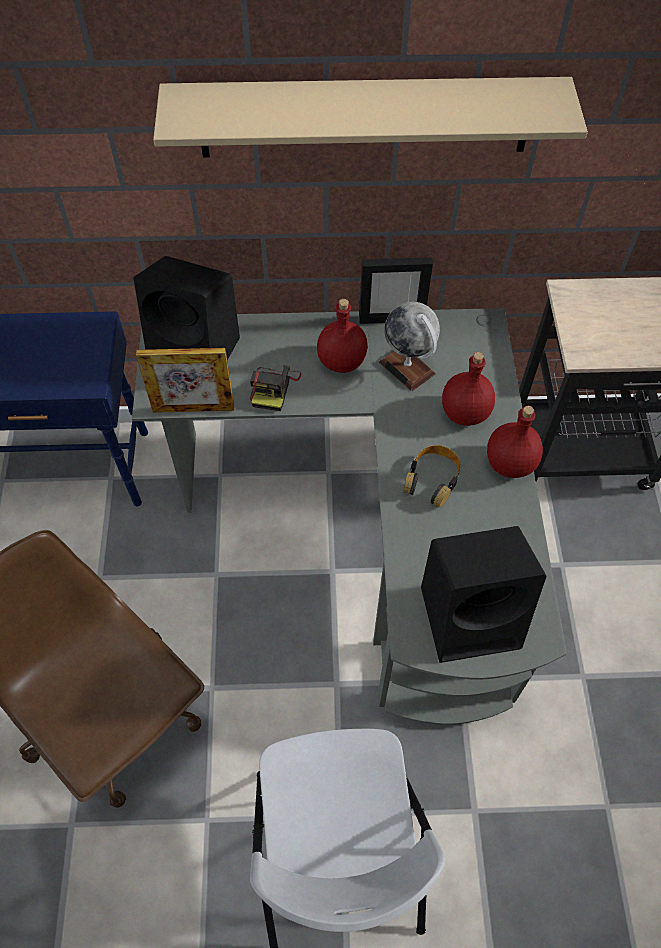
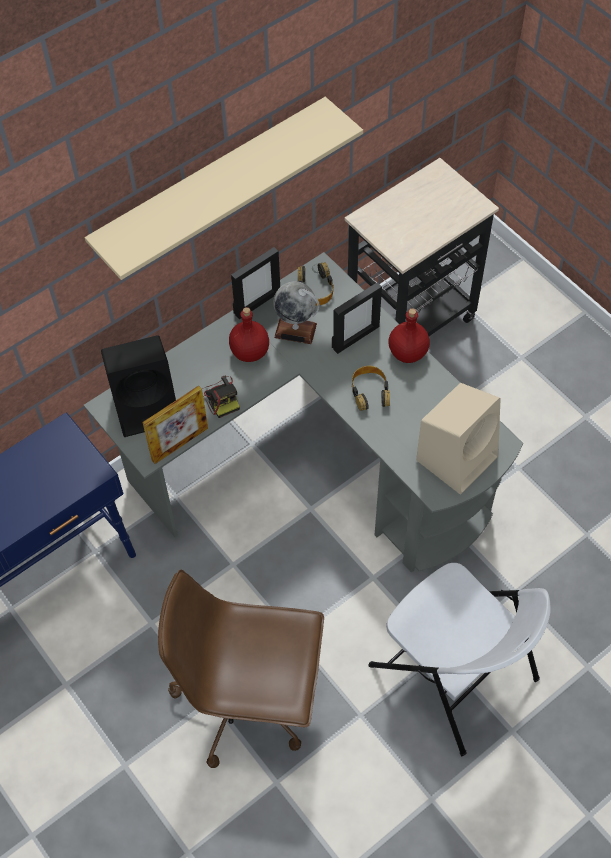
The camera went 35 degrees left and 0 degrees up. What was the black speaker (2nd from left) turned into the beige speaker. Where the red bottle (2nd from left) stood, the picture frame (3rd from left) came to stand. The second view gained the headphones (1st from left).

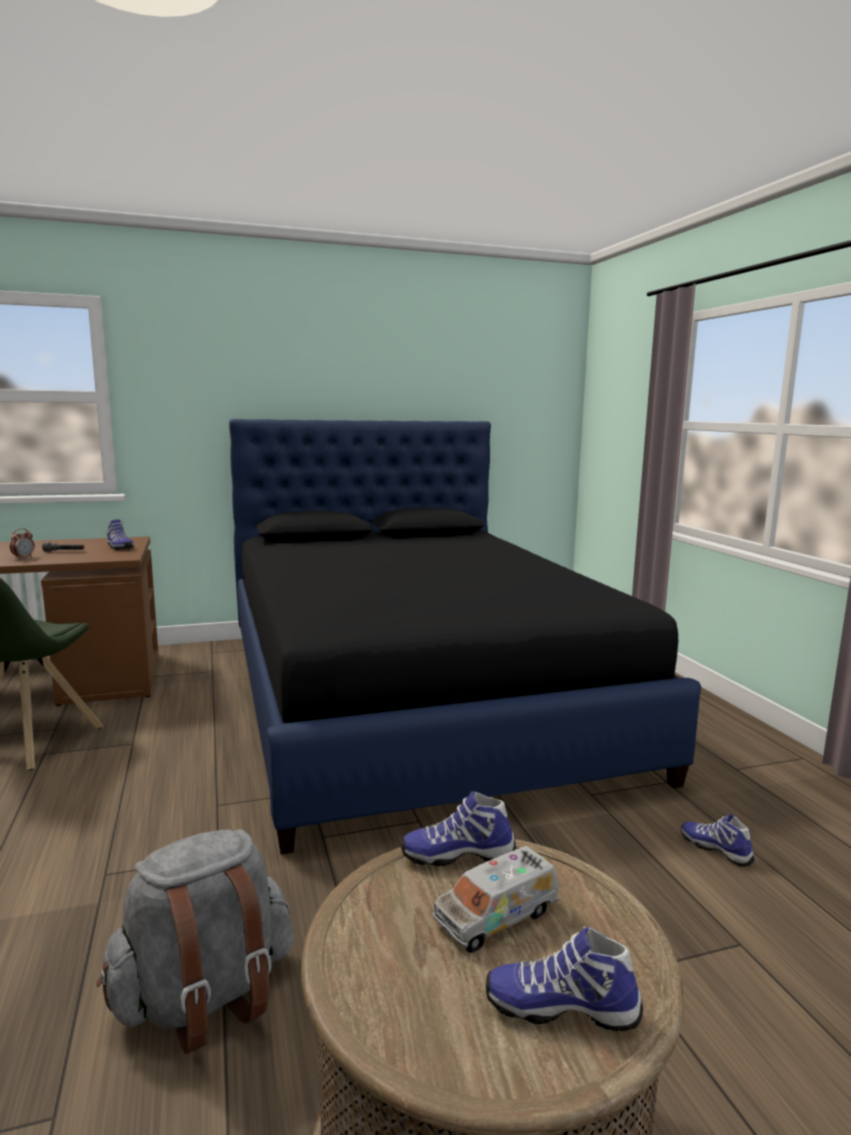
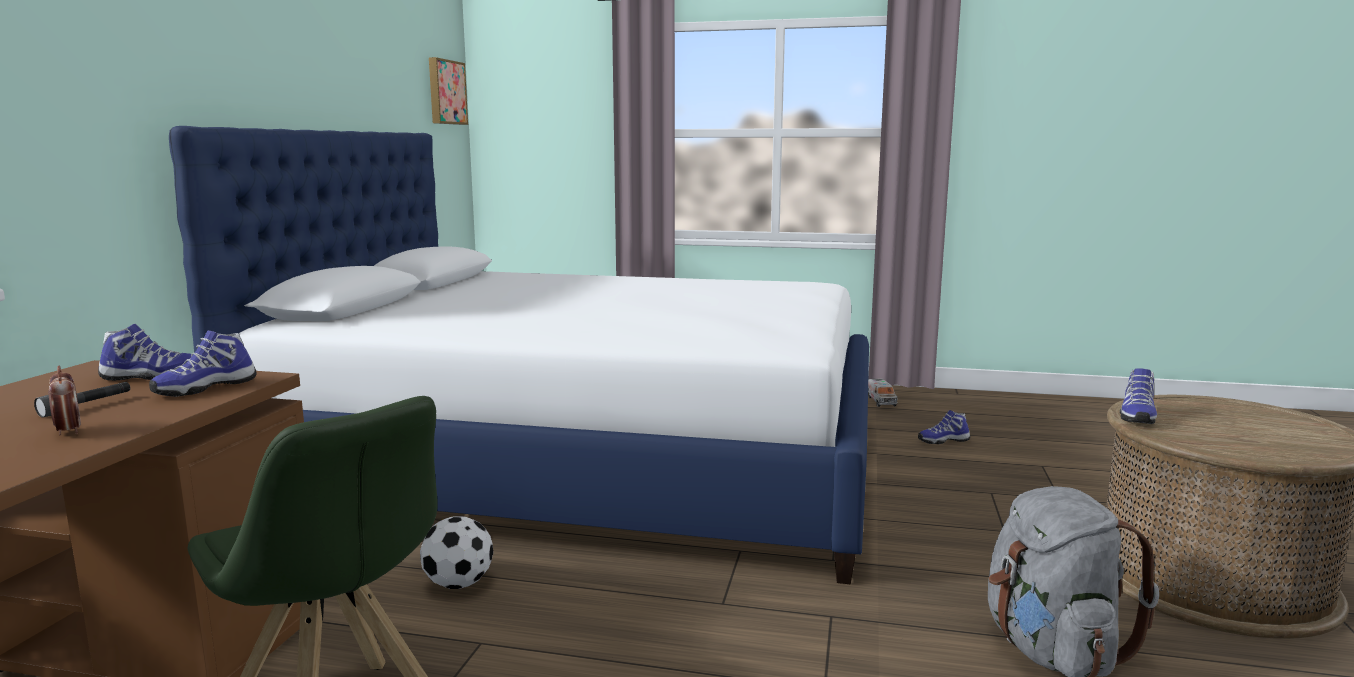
The camera went 60 degrees left and 0 degrees up. What was the black bed turned into the white bed. The toy truck ended up elsewhere. The shoe (3rd from left in the first image) ended up elsewhere. The second view gained the football. The second view gained the picture.

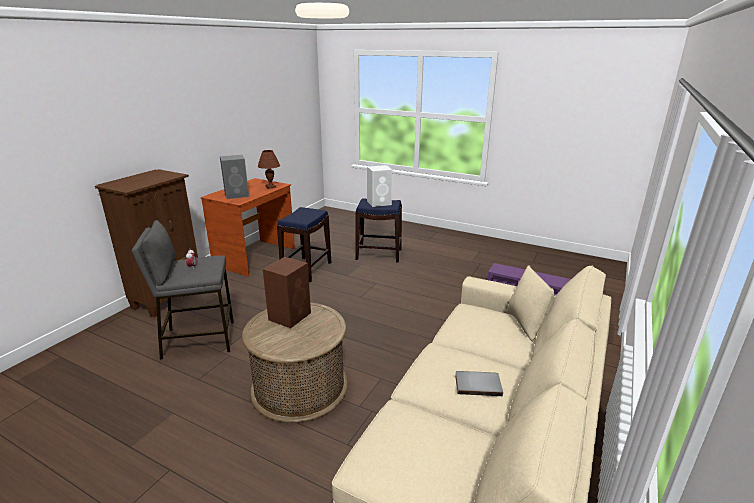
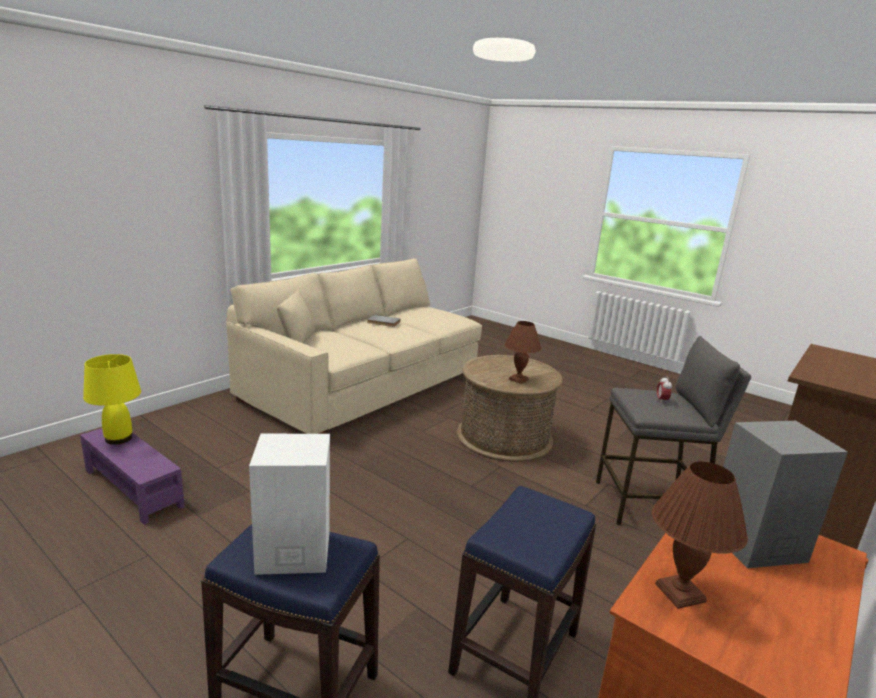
The camera went 170 degrees left and 5 degrees down. Where the brown speaker stood, the brown table lamp (1st from left) came to stand. The second view gained the yellow table lamp.

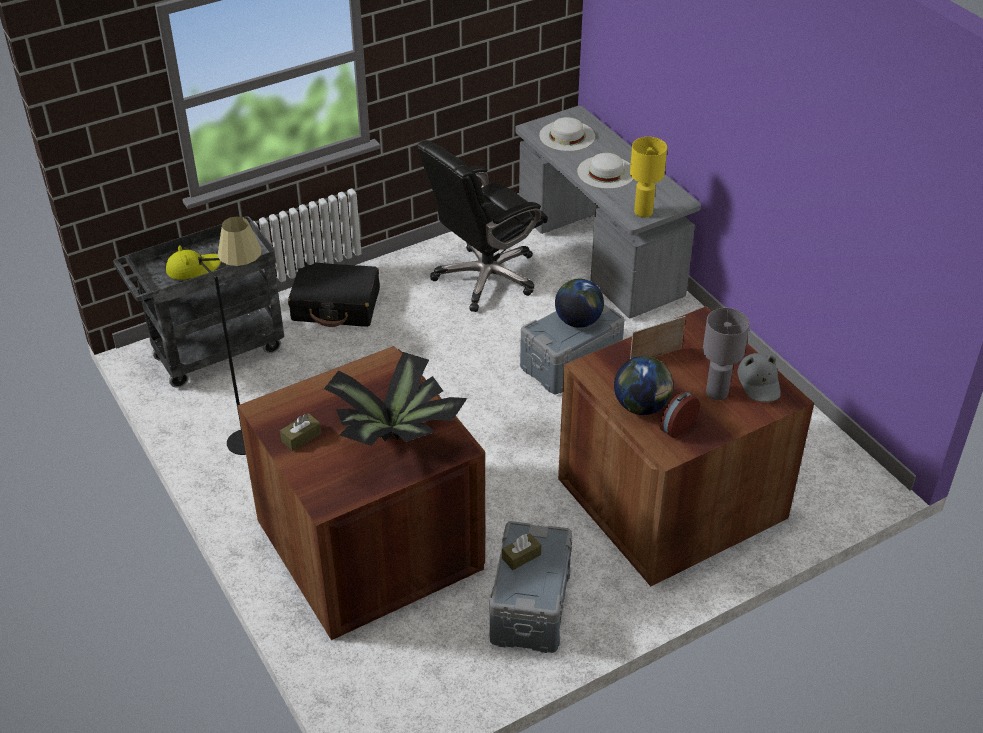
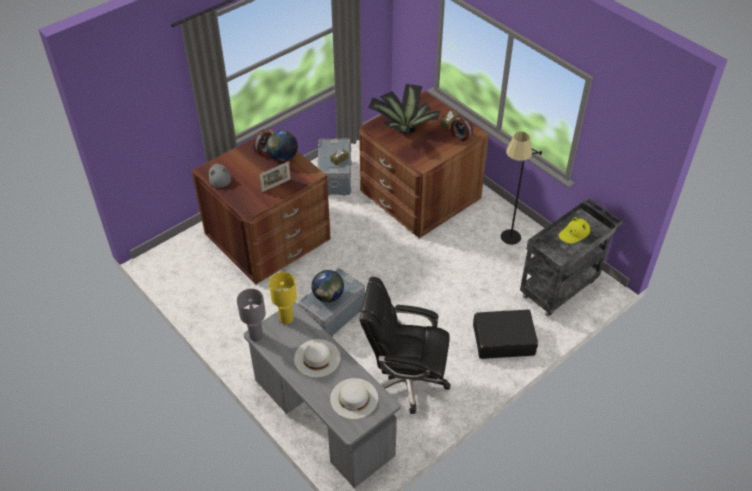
The camera went 170 degrees right and 5 degrees up. The black office chair ended up facing another way, 120 degrees counterclockwise from before. The grey table lamp ended up elsewhere. The second view gained the alarm clock (2nd from left).

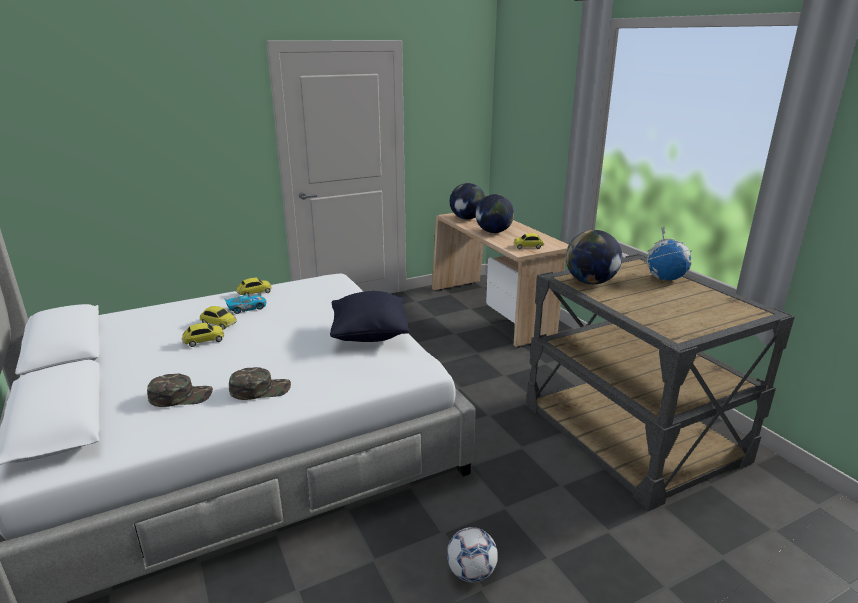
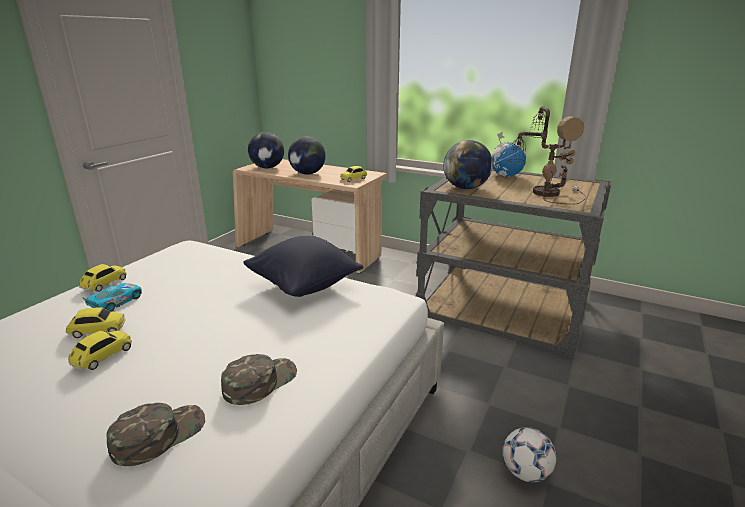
The camera went 35 degrees left and 0 degrees up. The second view gained the table lamp.

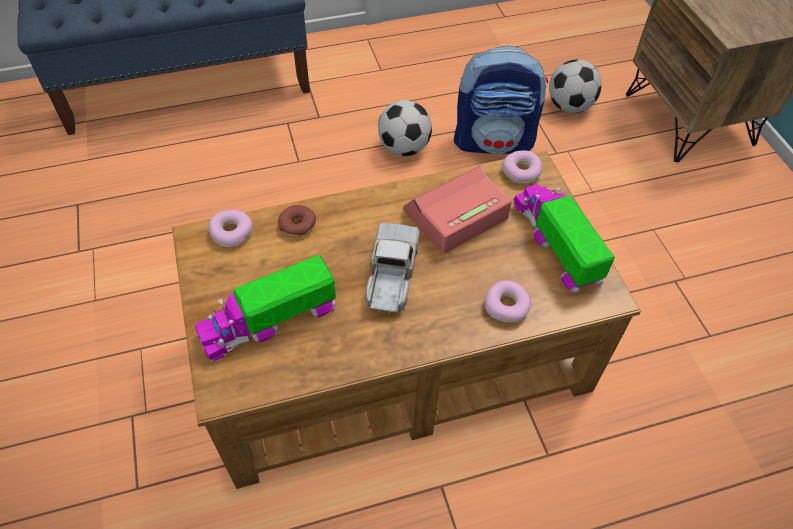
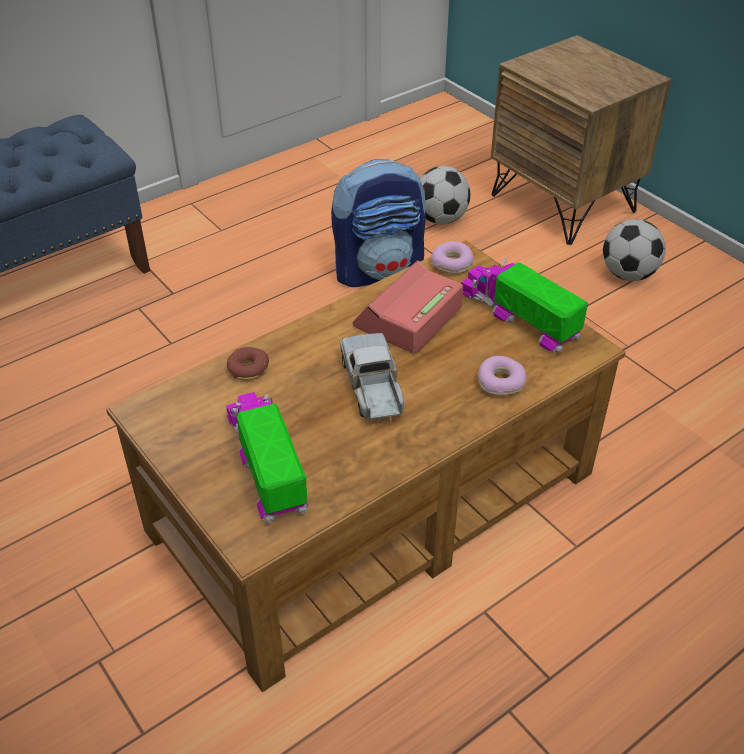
The camera went 20 degrees left and 10 degrees down. The toy truck (1st from left) ended up facing another way, 120 degrees clockwise from before. The second view lost the donut (1st from left). The football (1st from left in the first image) ended up elsewhere.

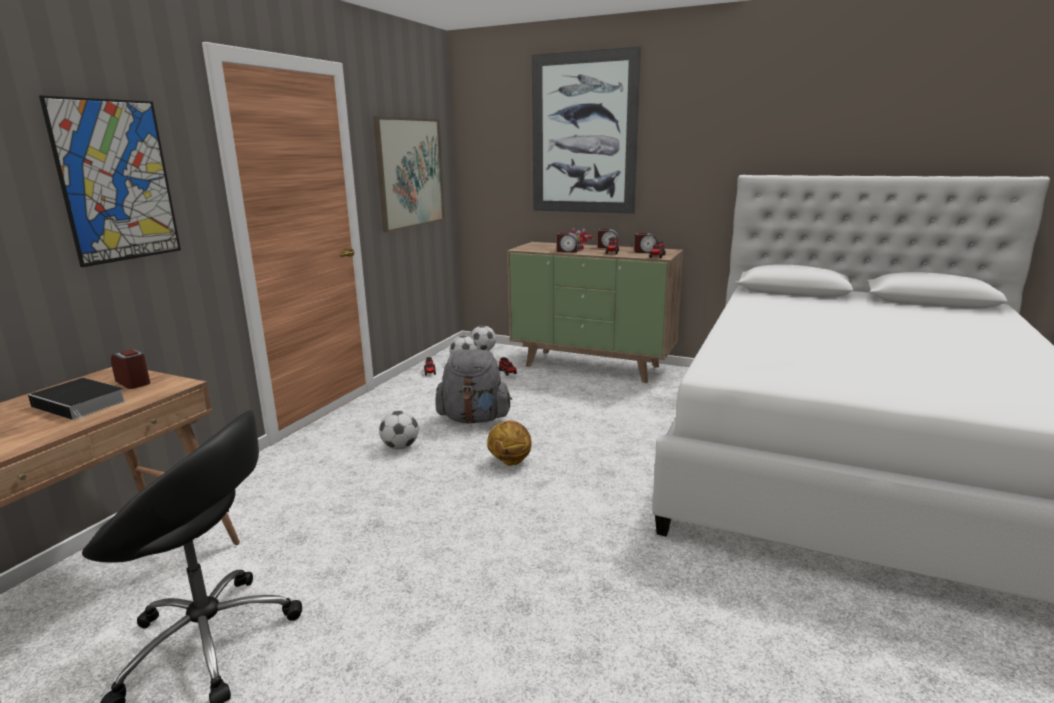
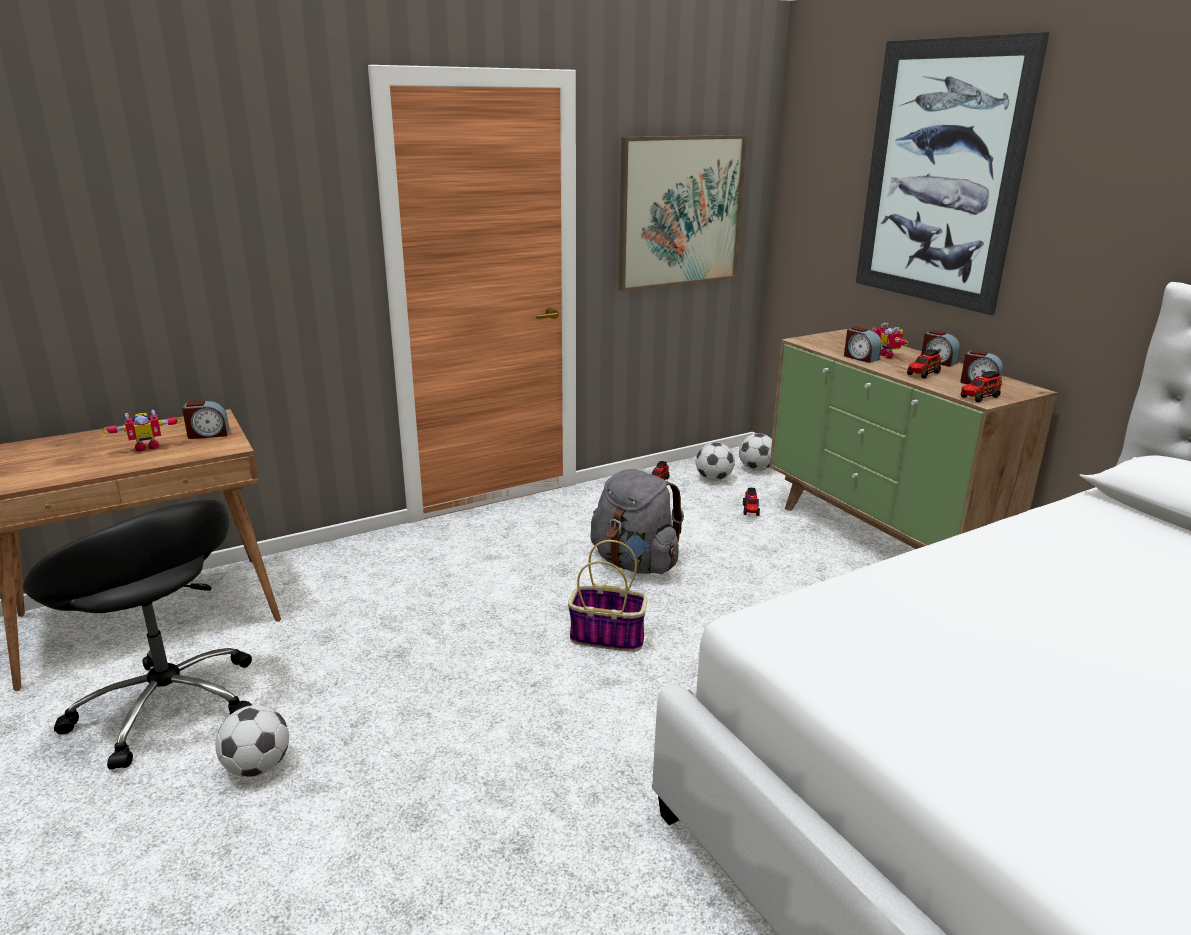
The camera went 35 degrees right and 5 degrees up. Where the book stood, the toy robot (1st from left) came to stand. The second view lost the picture (1st from left). The alarm clock (1st from left) ended up facing another way, 90 degrees clockwise from before. The football (1st from left) ended up elsewhere. Where the basketball stood, the basket came to stand.

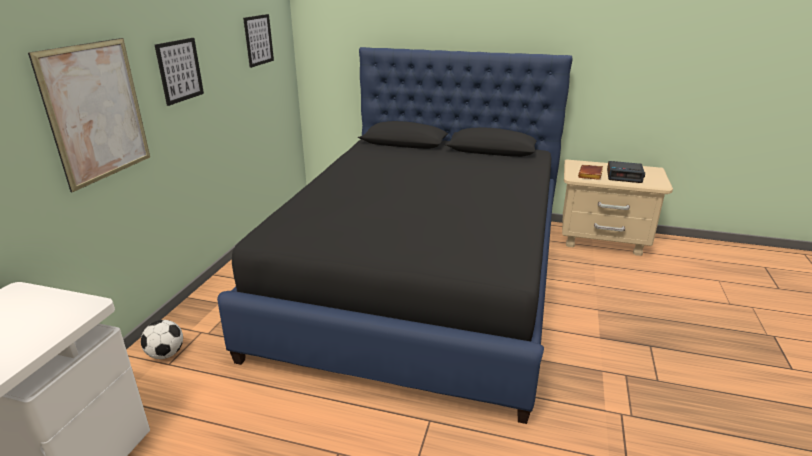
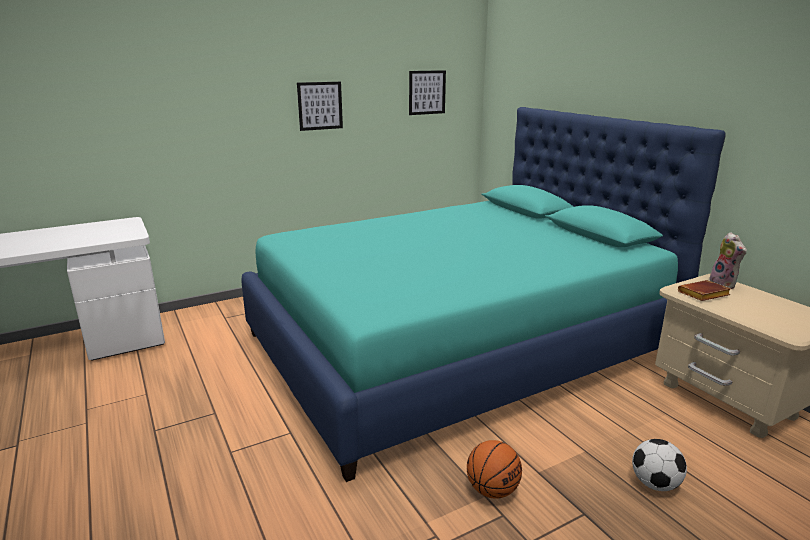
The camera went 45 degrees right and 5 degrees down. The second view lost the picture (1st from left). The football ended up elsewhere. What was the black bed turned into the turquoise bed. The second view lost the alarm clock. The second view gained the basketball. The second view gained the plush toy.

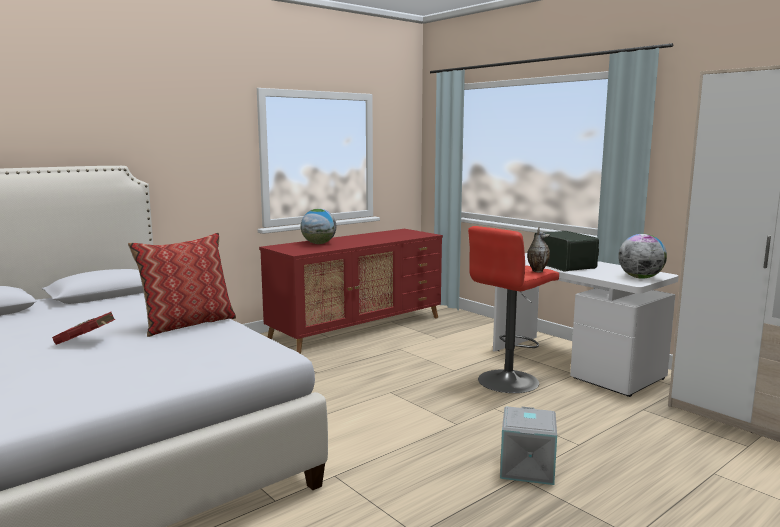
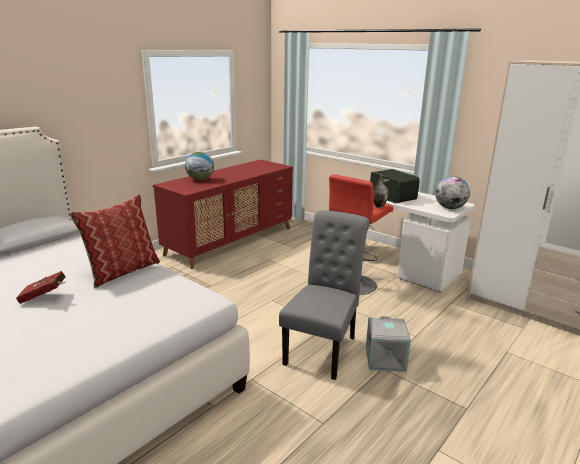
The camera went 10 degrees left and 10 degrees up. The second view gained the grey chair.

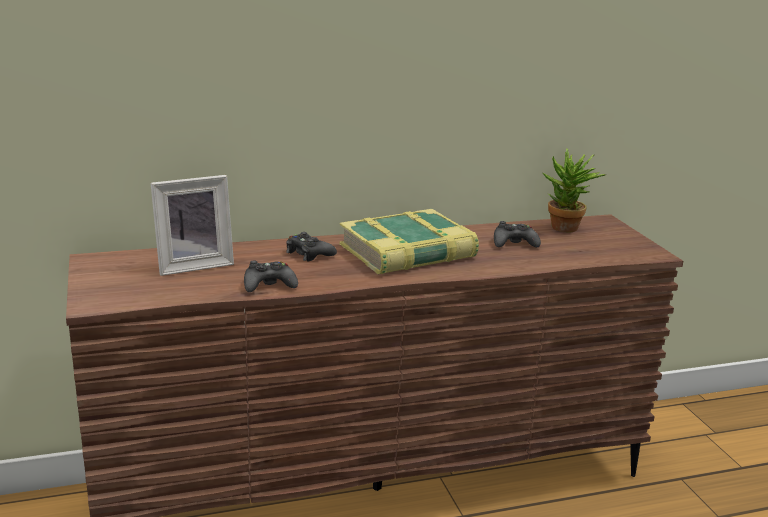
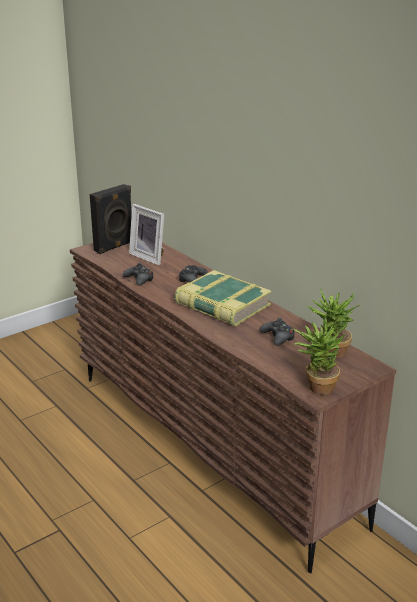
The camera went 70 degrees right and 5 degrees up. The second view gained the black speaker. The second view gained the potted plant (1st from left).

